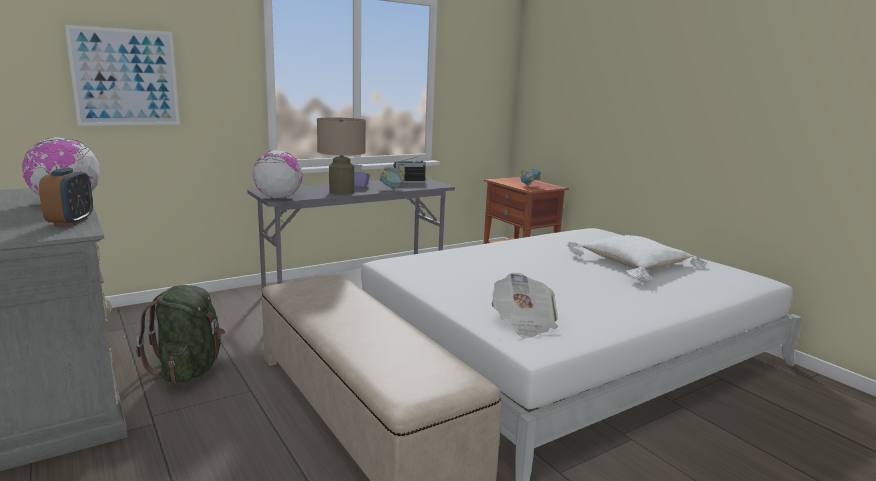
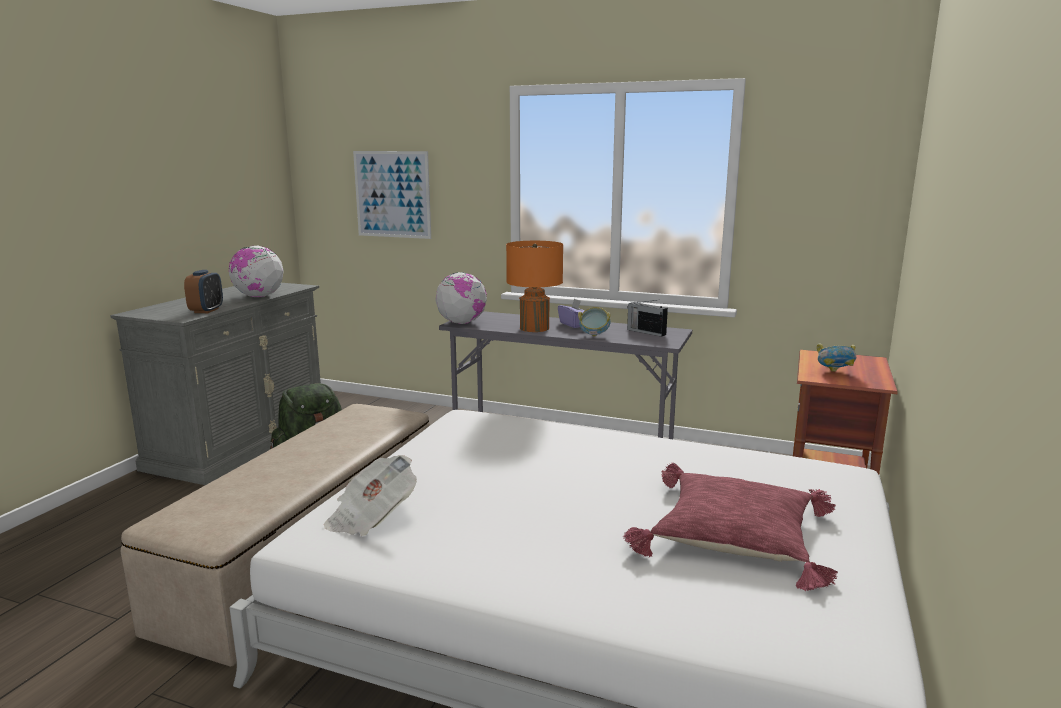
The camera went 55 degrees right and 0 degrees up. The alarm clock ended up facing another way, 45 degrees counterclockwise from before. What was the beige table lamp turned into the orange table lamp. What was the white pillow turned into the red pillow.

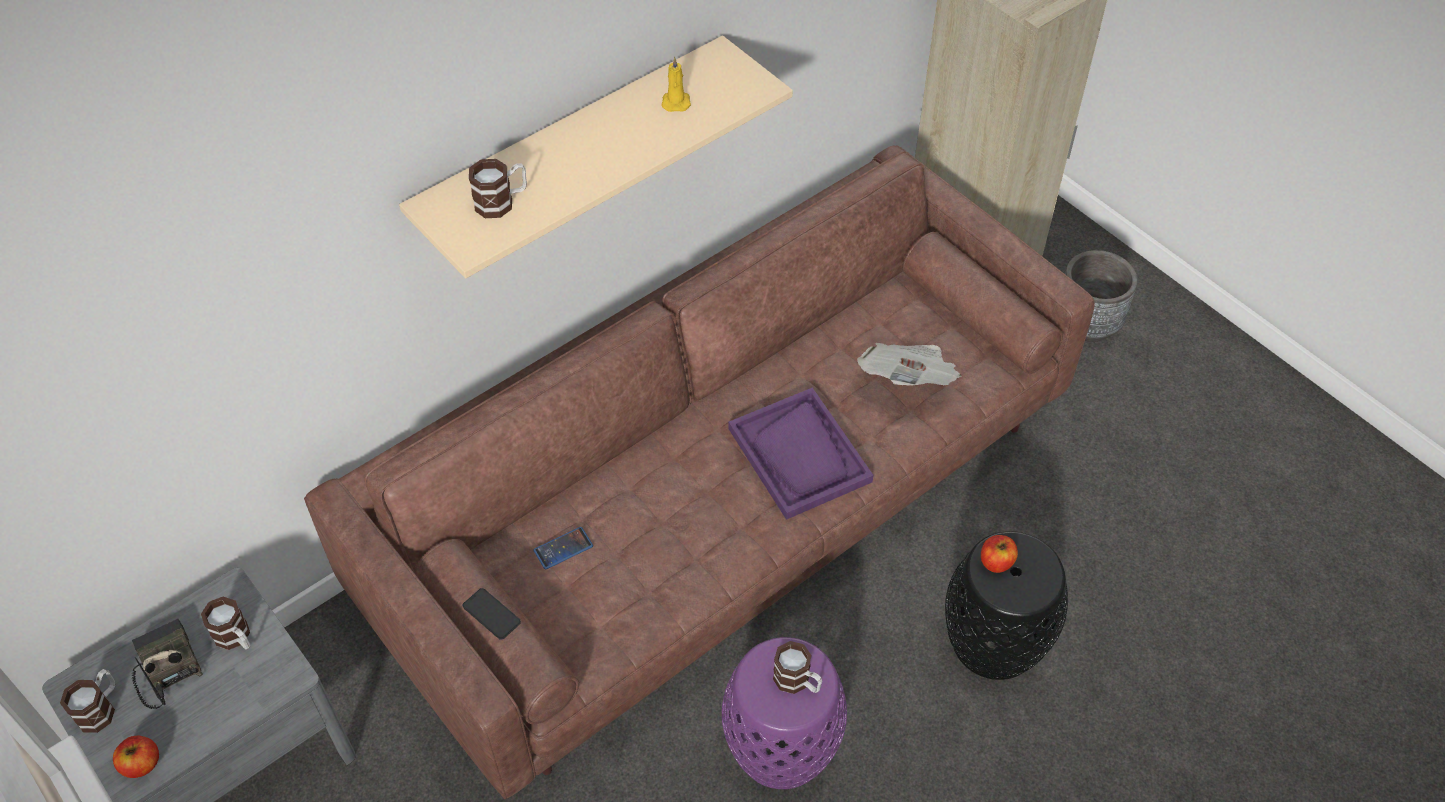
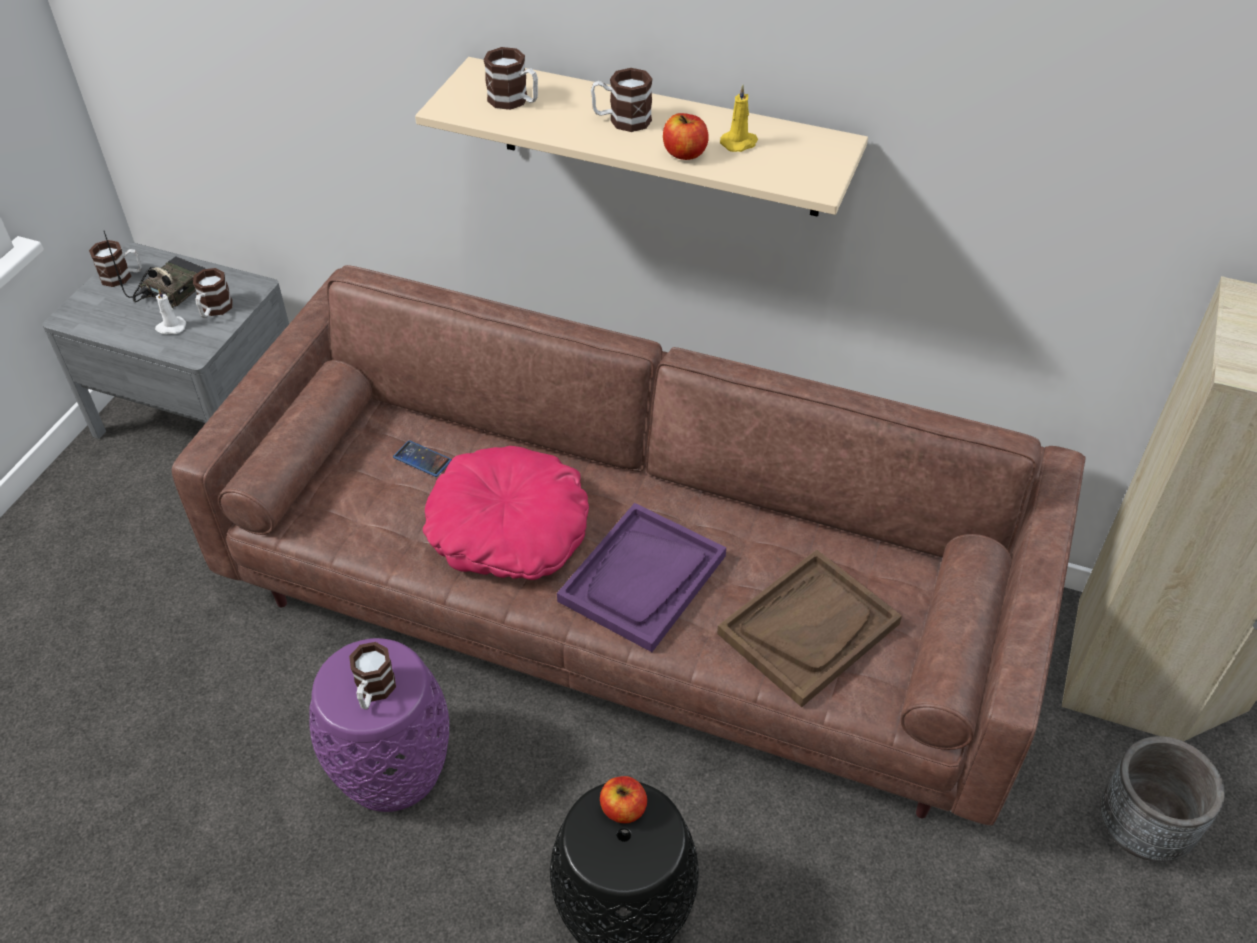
The camera went 60 degrees right and 5 degrees down. The apple (1st from left in the first image) ended up elsewhere. The second view lost the phone (1st from left). Where the newspaper stood, the brown tray came to stand. The second view gained the white candle. The second view gained the pink pillow. The second view gained the mug (5th from left).

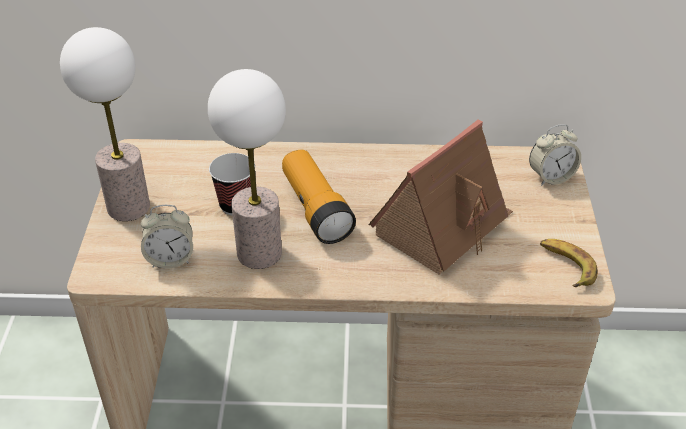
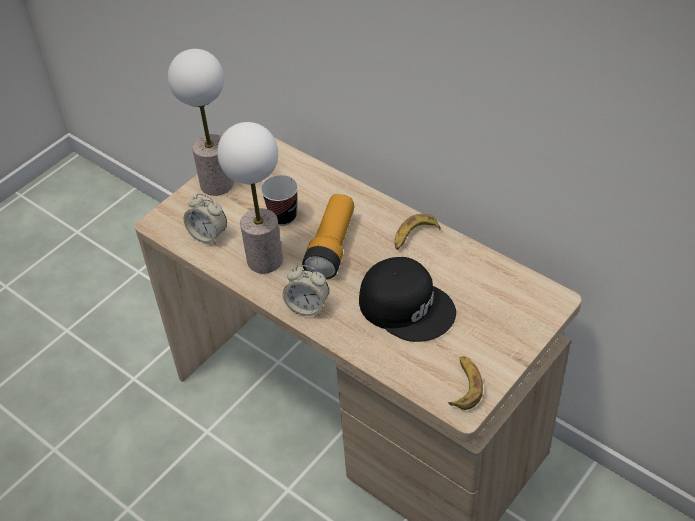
The camera went 40 degrees right and 5 degrees up. Where the toy house stood, the black cap came to stand. The alarm clock (2nd from left) ended up elsewhere. The second view gained the banana (1st from left).

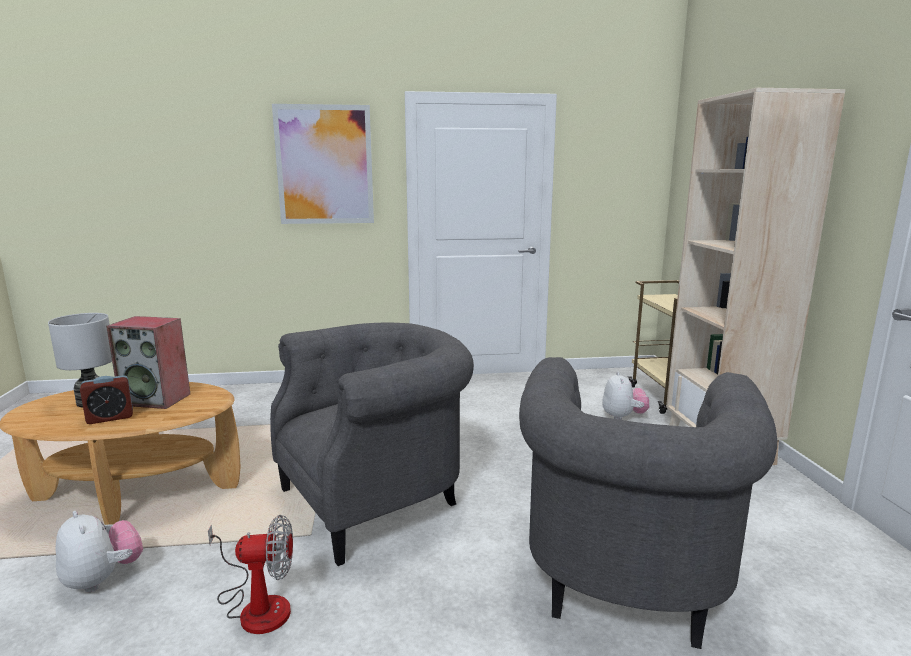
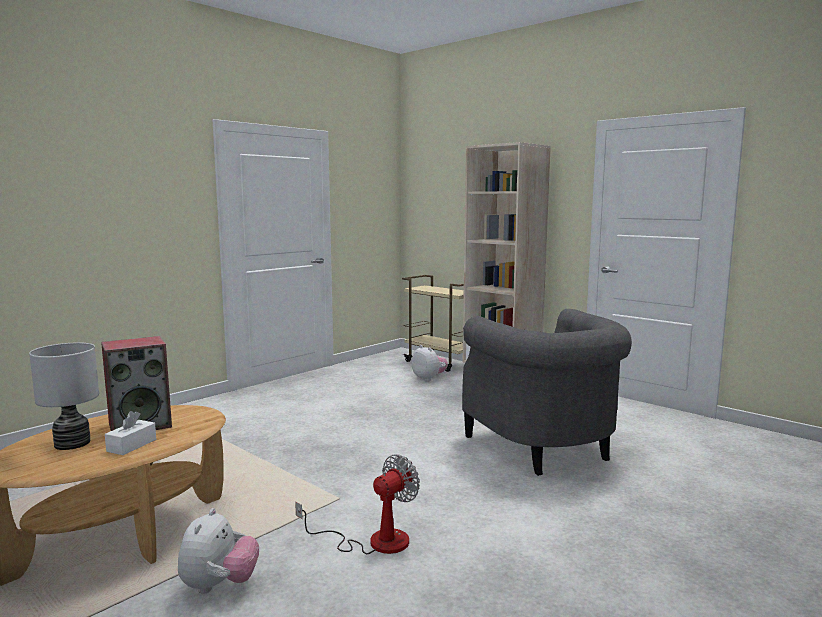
The camera went 40 degrees left and 5 degrees down. The plush toy (1st from left) ended up facing another way, 90 degrees clockwise from before. Where the alarm clock stood, the white tissue box came to stand. The second view lost the grey armchair (1st from left). The second view lost the picture.

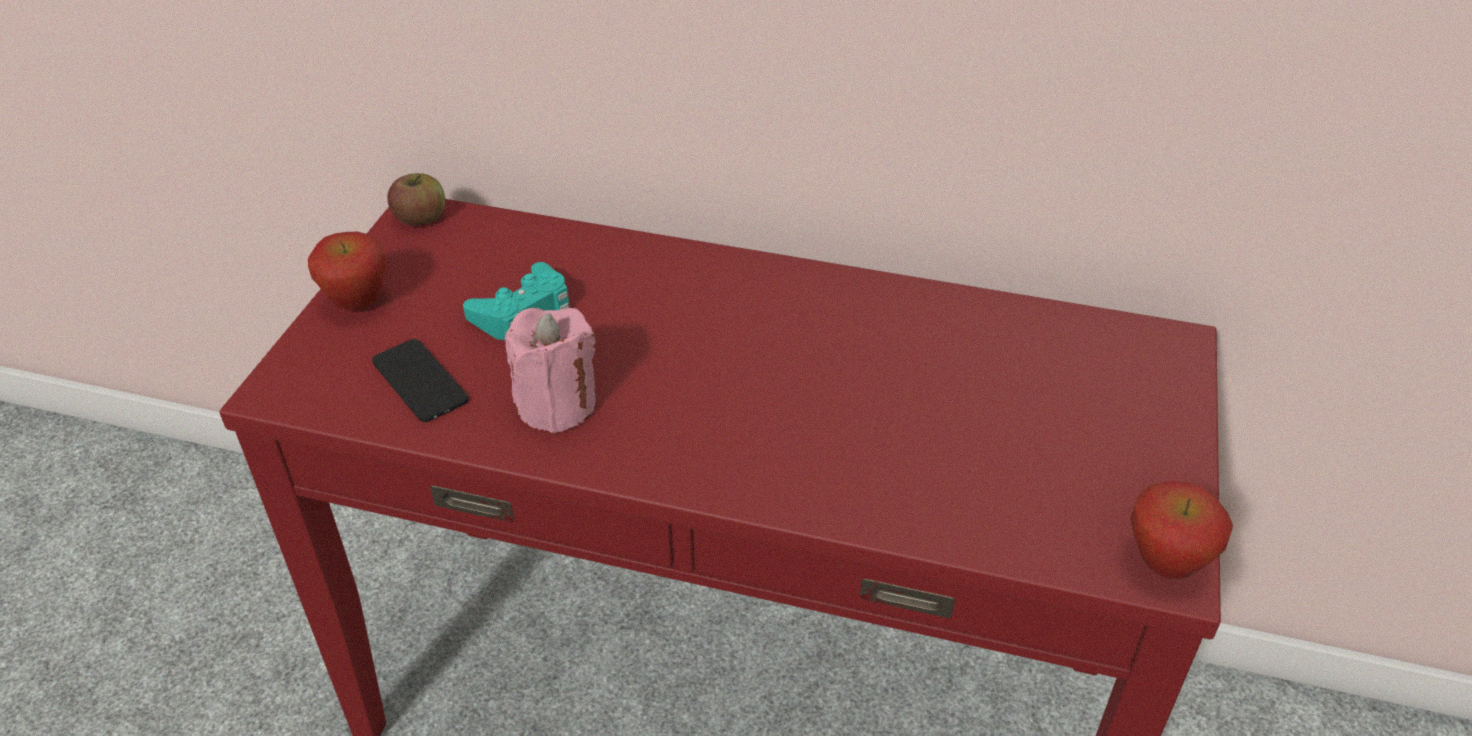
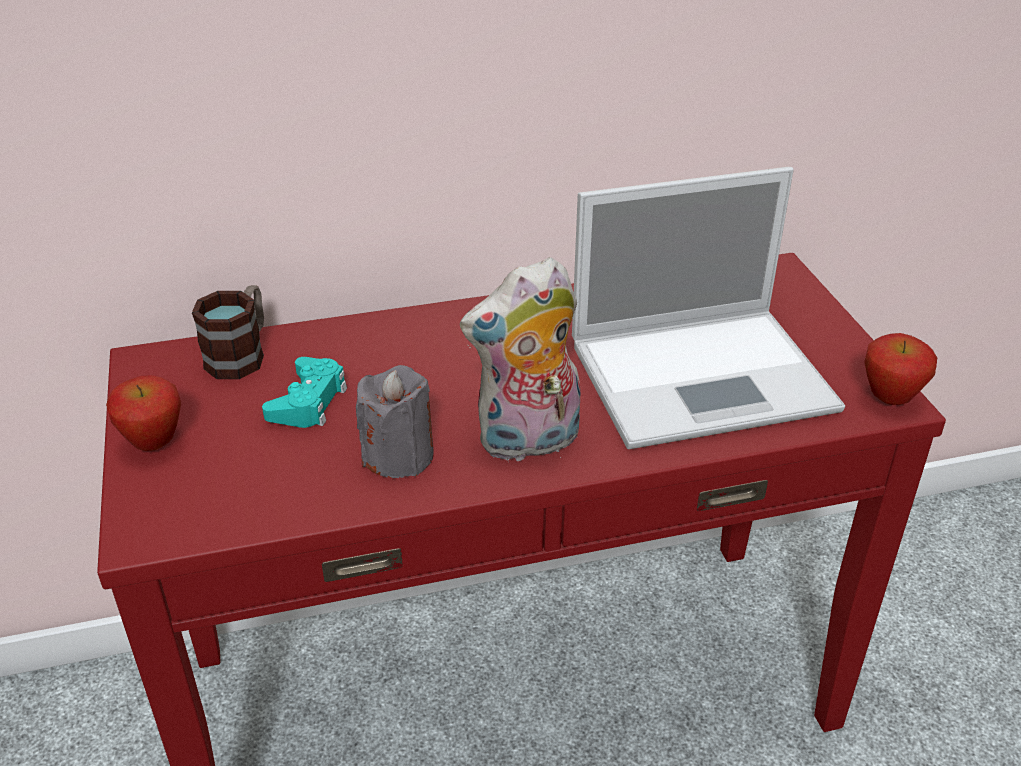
The camera went 30 degrees left and 5 degrees down. The second view lost the phone. The second view lost the apple (2nd from left). What was the pink candle turned into the grey candle. The second view gained the mug. The second view gained the plush toy. The second view gained the laptop.

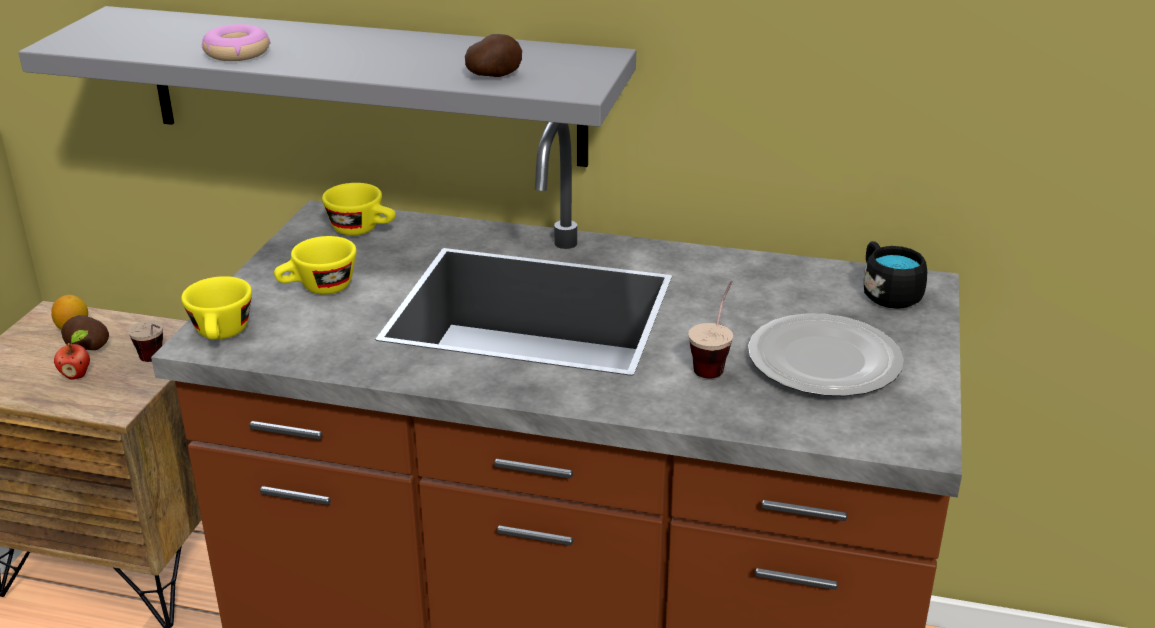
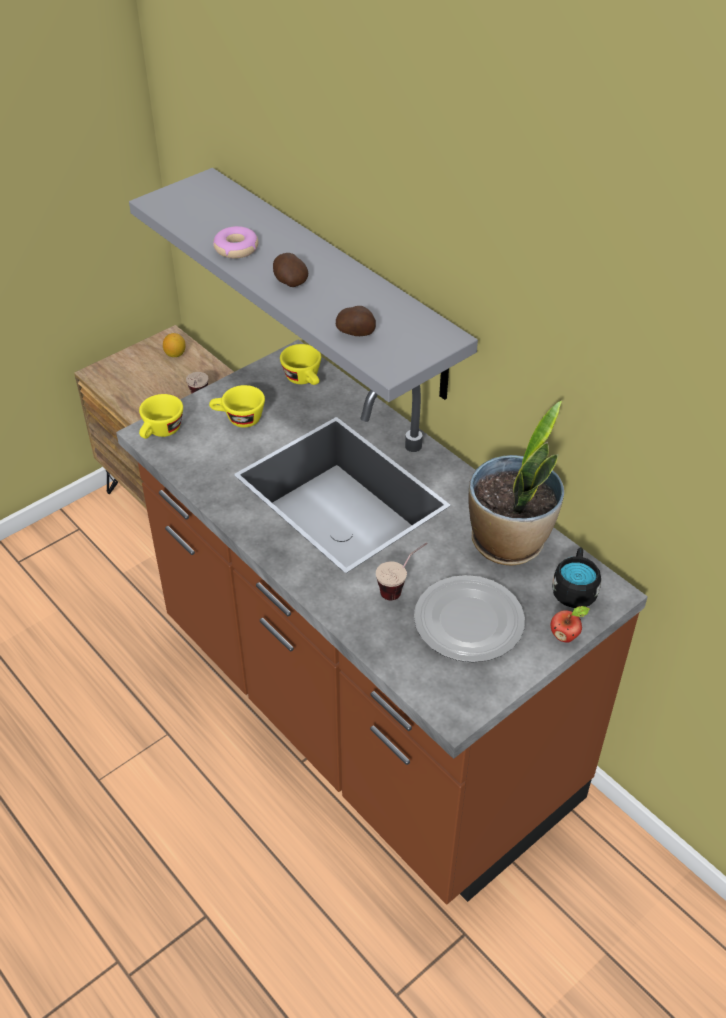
The camera went 35 degrees right and 15 degrees up. The apple ended up elsewhere. The potato (1st from left) ended up elsewhere. The second view gained the potted plant.

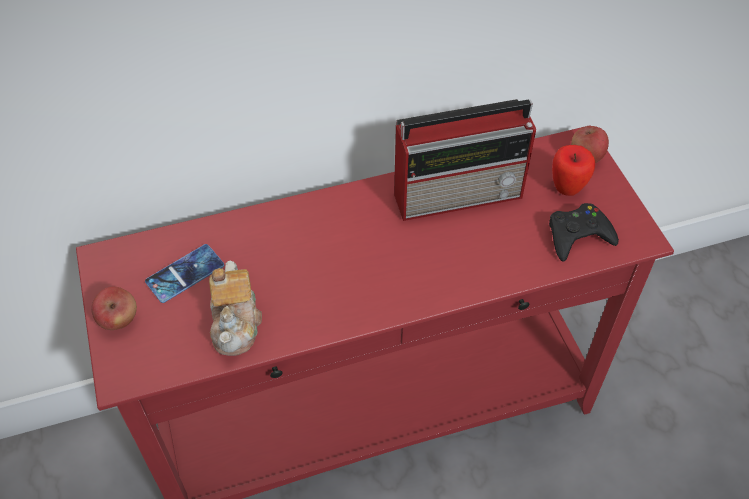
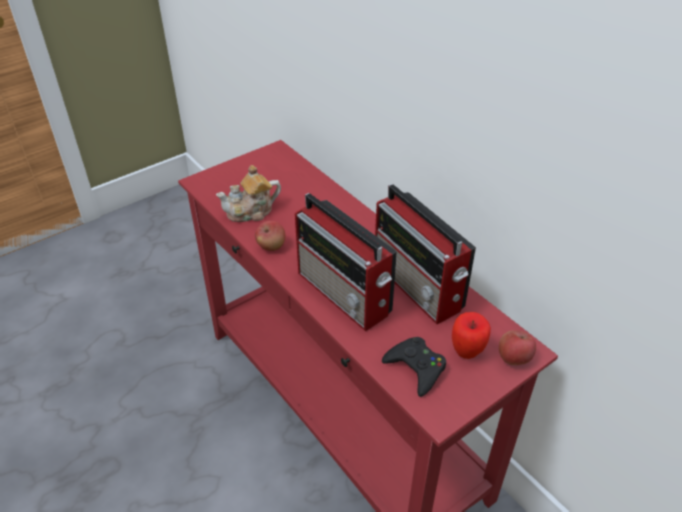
The camera went 70 degrees right and 10 degrees down. The apple (1st from left) ended up elsewhere. The second view lost the phone. The second view gained the radio (1st from left).

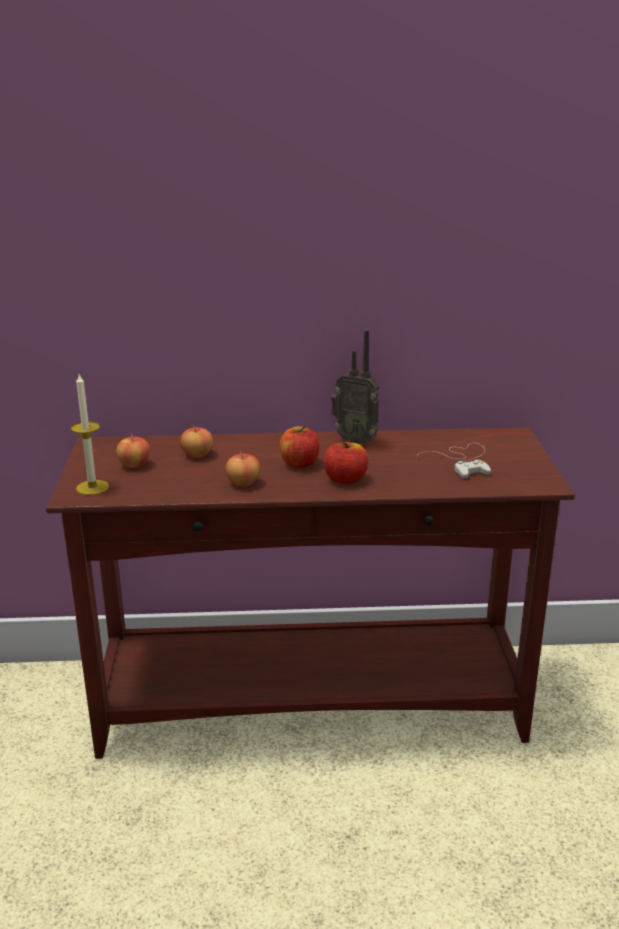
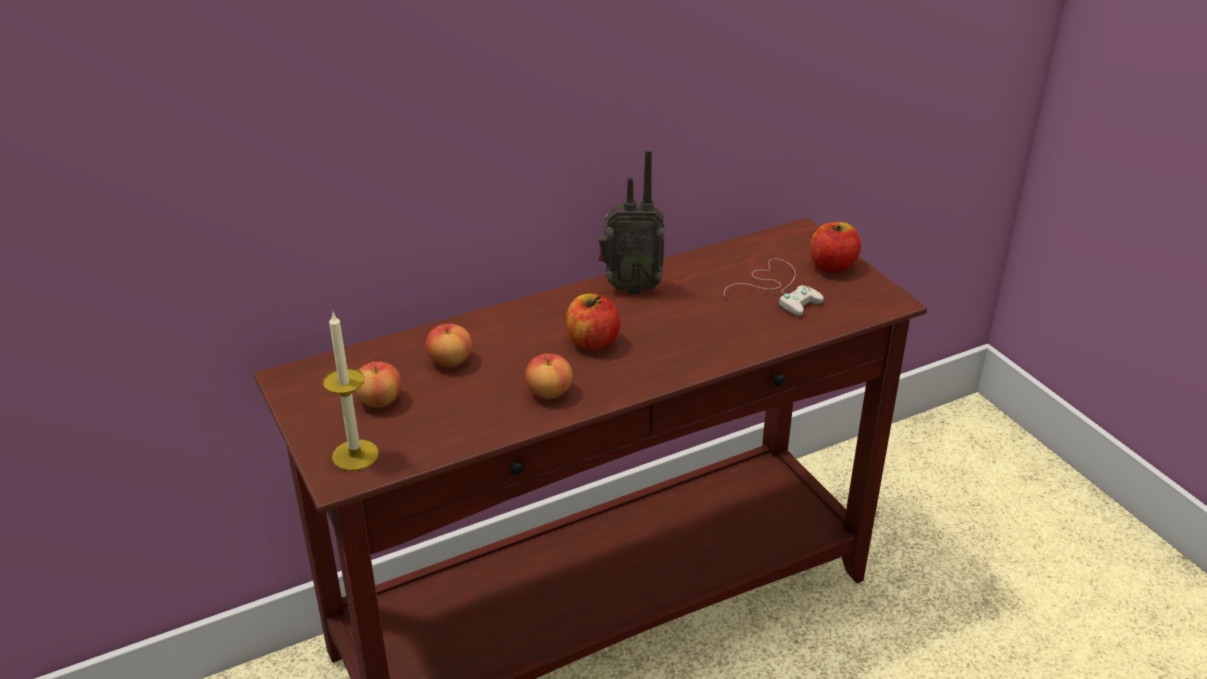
The camera went 25 degrees left and 10 degrees up. The apple (5th from left) ended up elsewhere.

